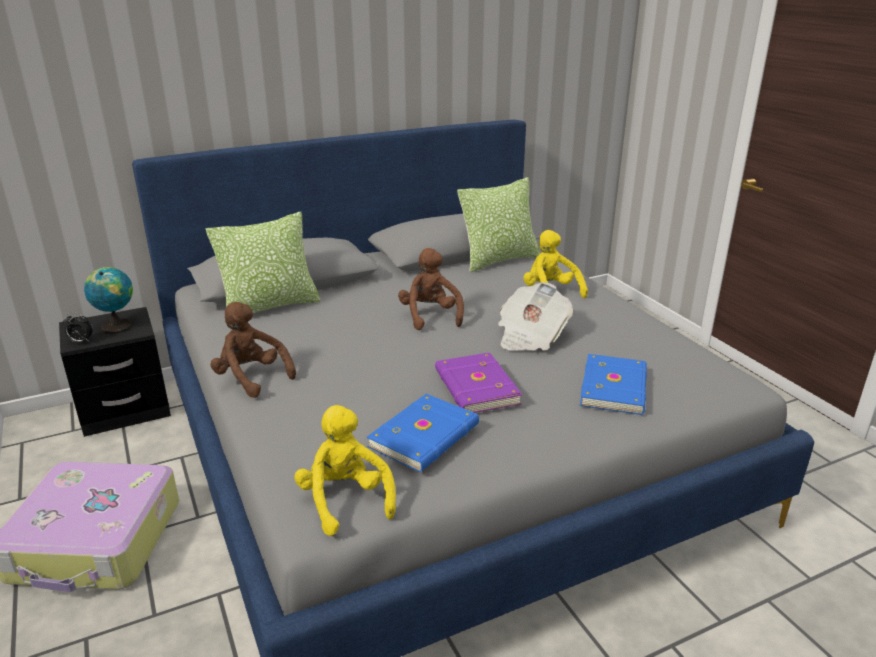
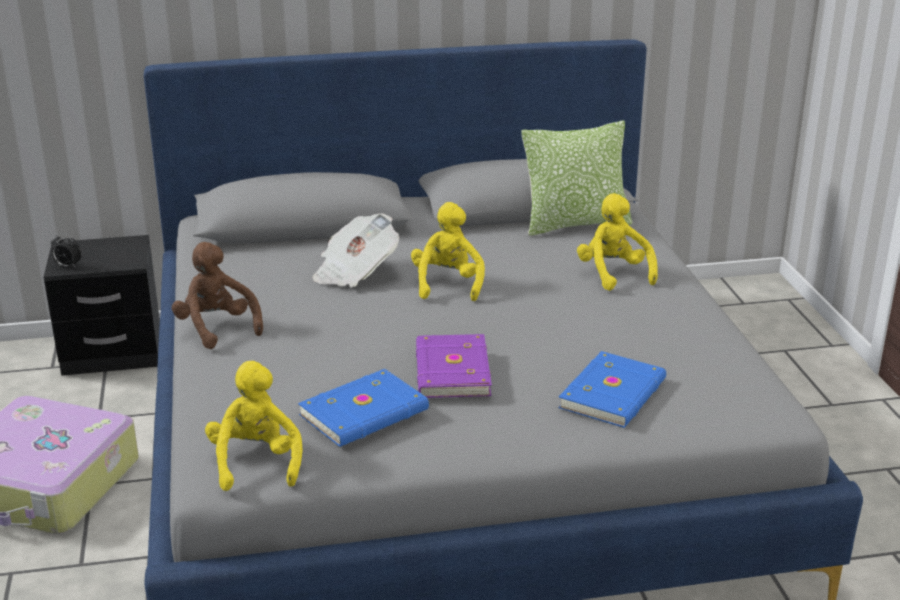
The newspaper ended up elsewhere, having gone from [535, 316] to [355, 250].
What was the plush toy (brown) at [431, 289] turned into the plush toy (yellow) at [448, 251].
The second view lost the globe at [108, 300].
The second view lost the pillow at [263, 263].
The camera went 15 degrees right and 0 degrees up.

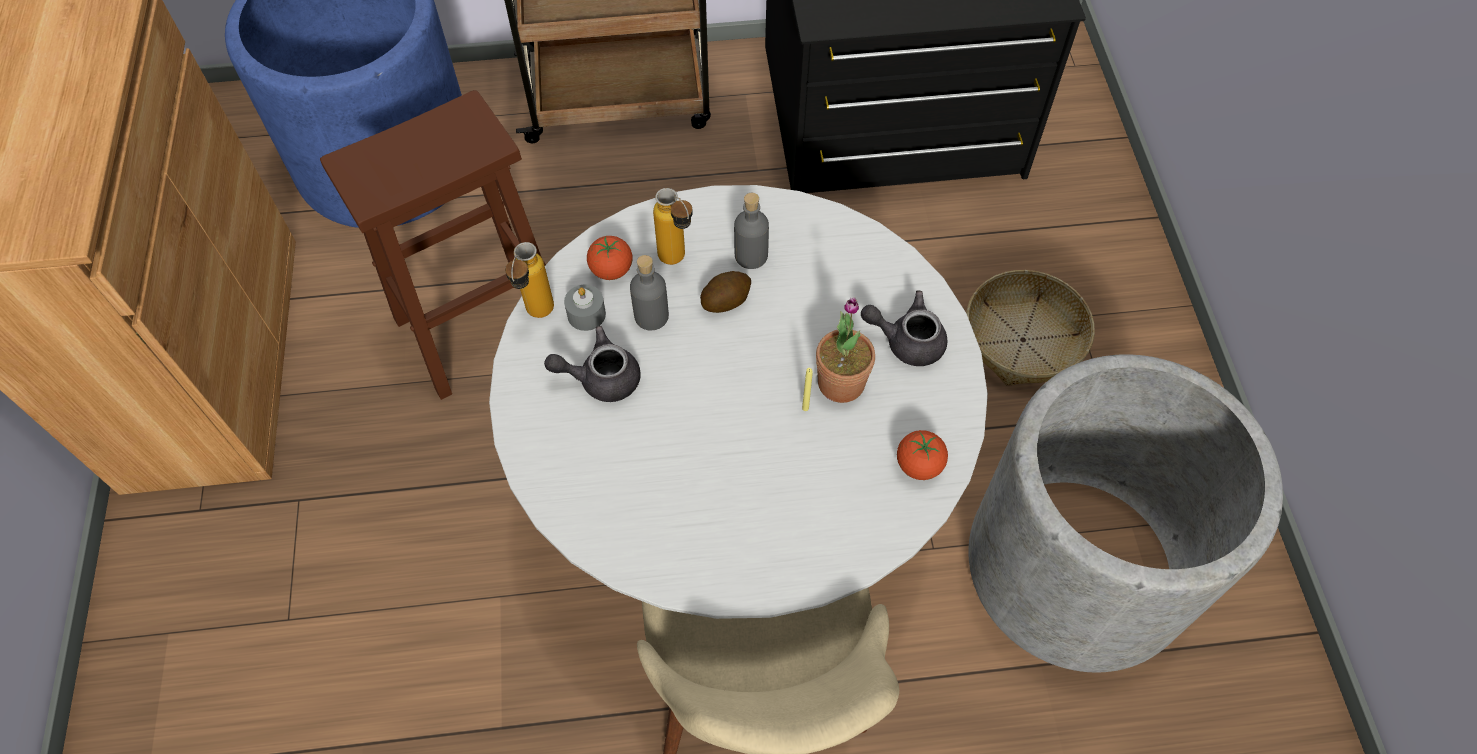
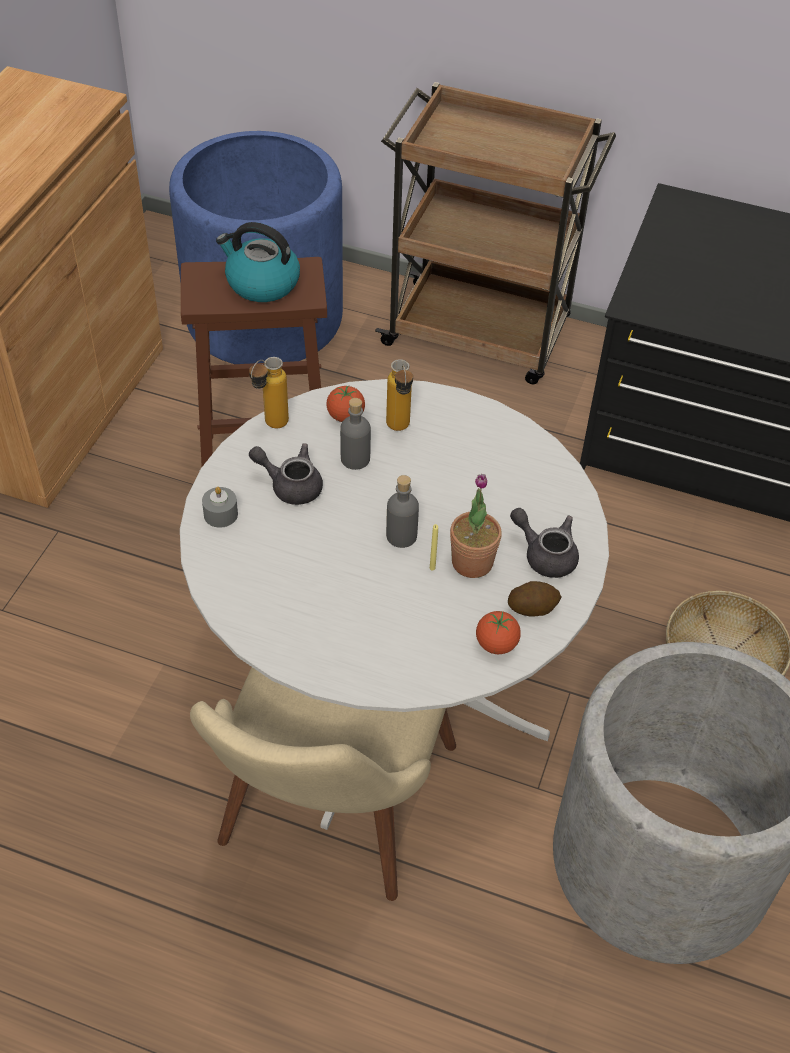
The candle (grey) ended up elsewhere, having gone from [585, 307] to [220, 507].
The second view gained the kettle at [258, 262].
The bottle (grey) ended up elsewhere, having gone from [751, 231] to [402, 511].
The potato ended up elsewhere, having gone from [725, 292] to [534, 598].
The camera went 25 degrees right and 10 degrees down.

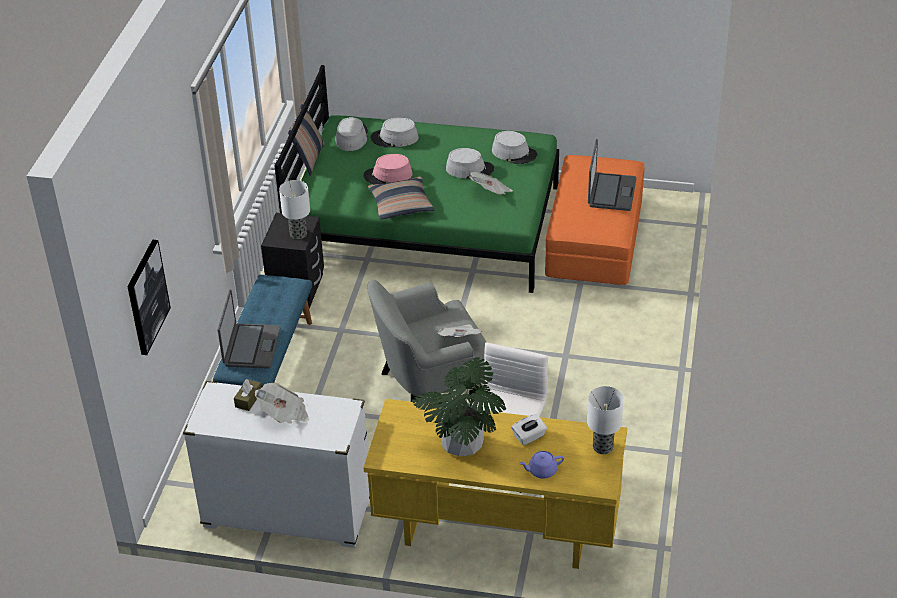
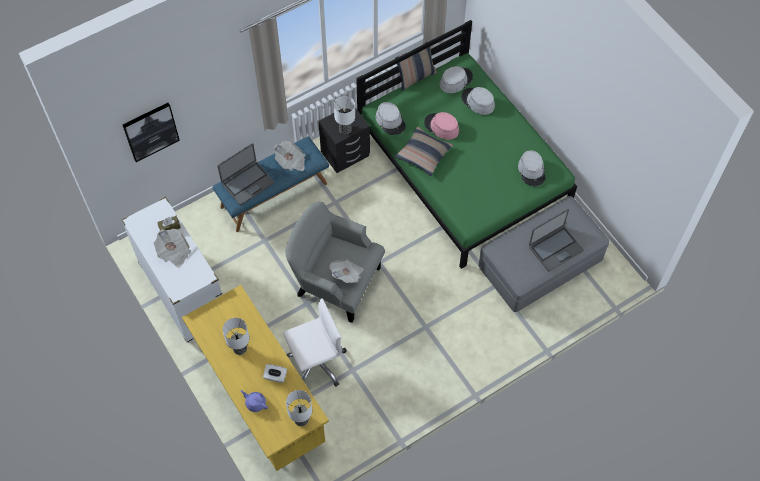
Where the potted plant stood at [459, 406], the table lamp came to stand at [236, 336].
The newspaper ended up elsewhere, having gone from [491, 183] to [289, 156].
The hat (grey) ended up elsewhere, having gone from [470, 163] to [391, 118].
What was the ottoman (orange) at [595, 220] turned into the ottoman (grey) at [544, 254].
The camera went 45 degrees right and 20 degrees up.

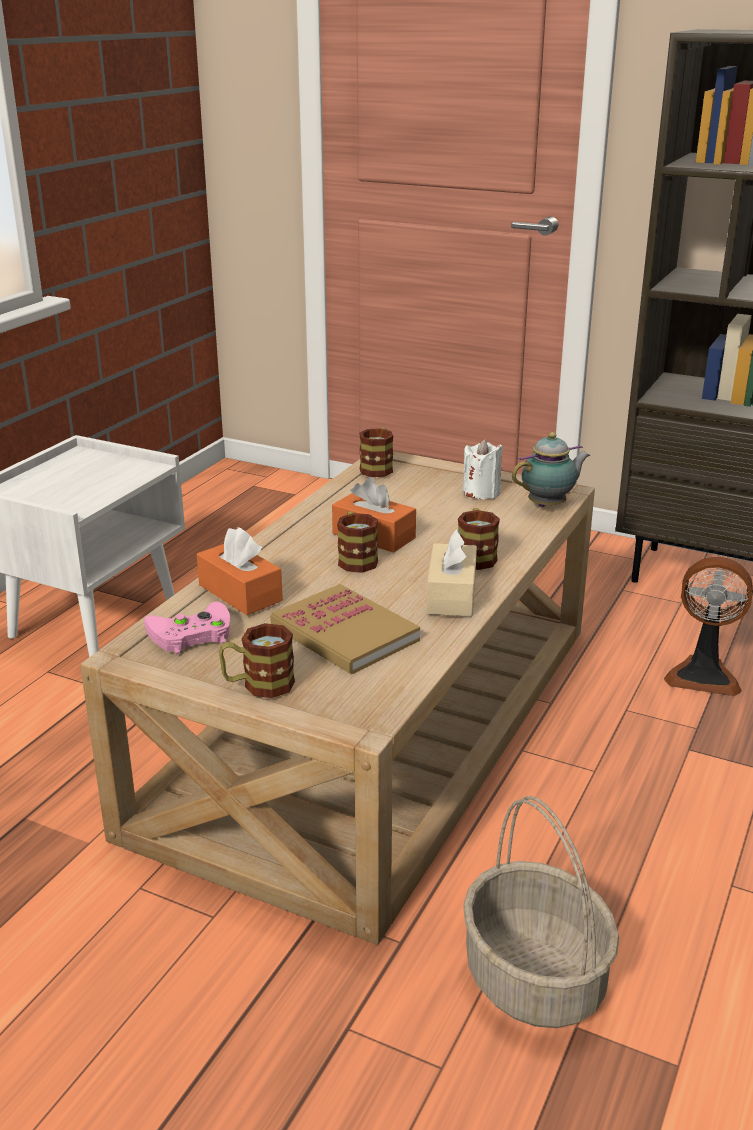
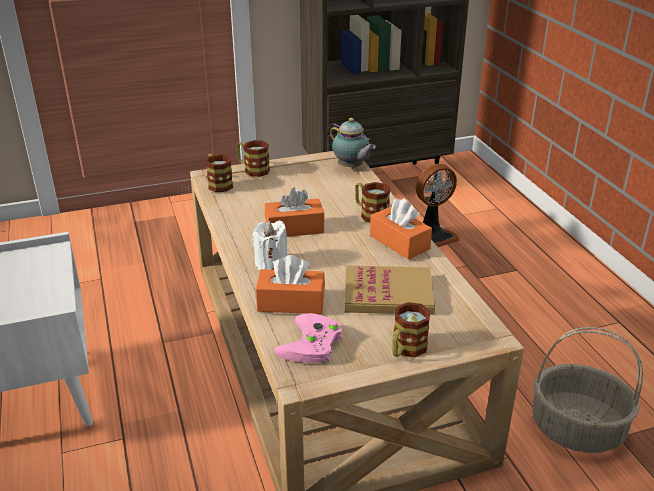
The mug ended up elsewhere, having gone from [357, 542] to [253, 158].
The candle (white) ended up elsewhere, having gone from [483, 469] to [270, 245].
The teapot at [551, 469] ended up facing another way, 120 degrees clockwise from before.
What was the tissue box (beige) at [452, 573] turned into the tissue box (orange) at [401, 229].
The camera went 45 degrees left and 5 degrees up.

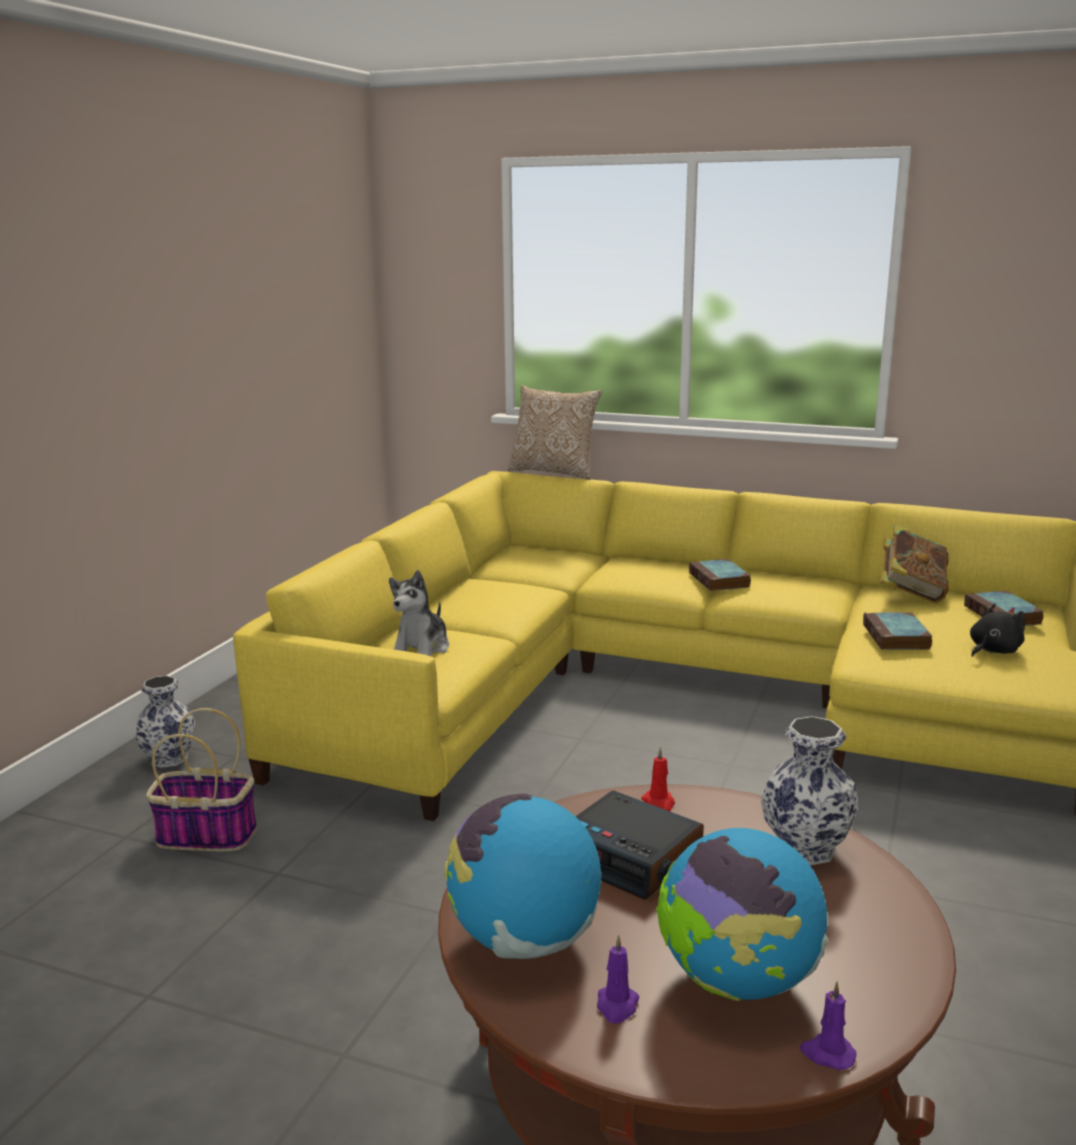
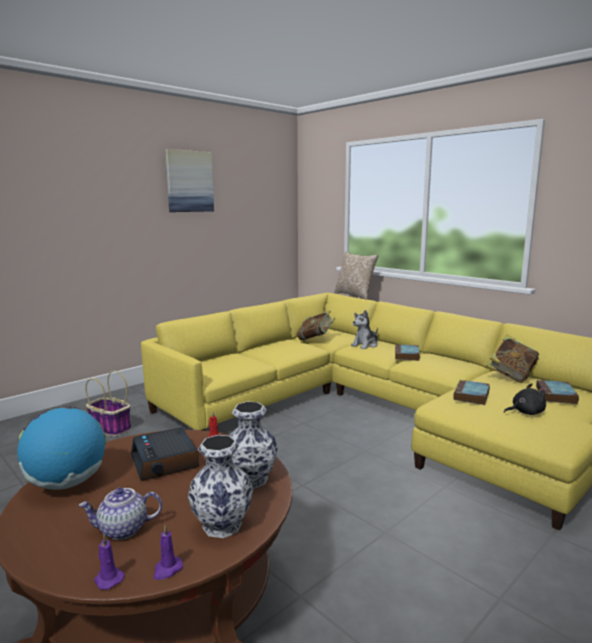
Where the globe stood at [742, 914], the teapot came to stand at [120, 513].
The candle (purple) ended up elsewhere, having gone from [618, 979] to [168, 552].
The second view gained the picture at [189, 180].
The vase ended up elsewhere, having gone from [165, 722] to [220, 486].
The second view gained the book at [316, 325].
The plush toy ended up elsewhere, having gone from [419, 613] to [364, 329].
The camera went 25 degrees right and 5 degrees down.

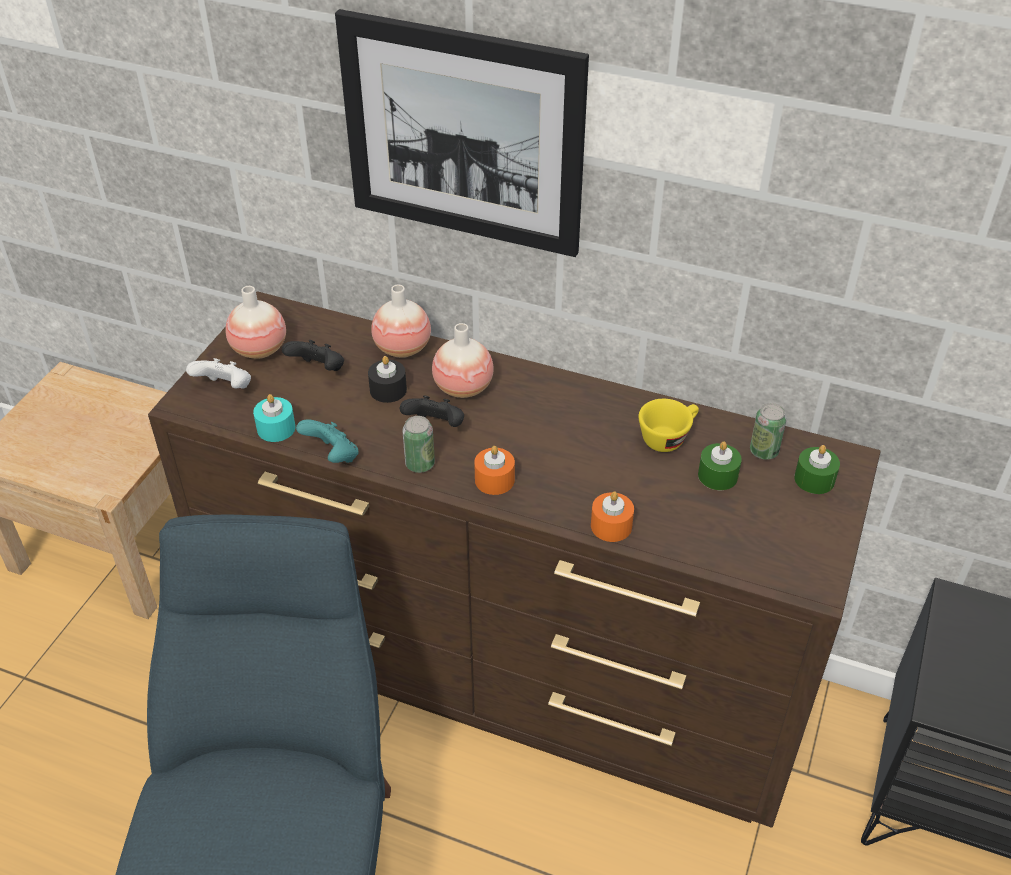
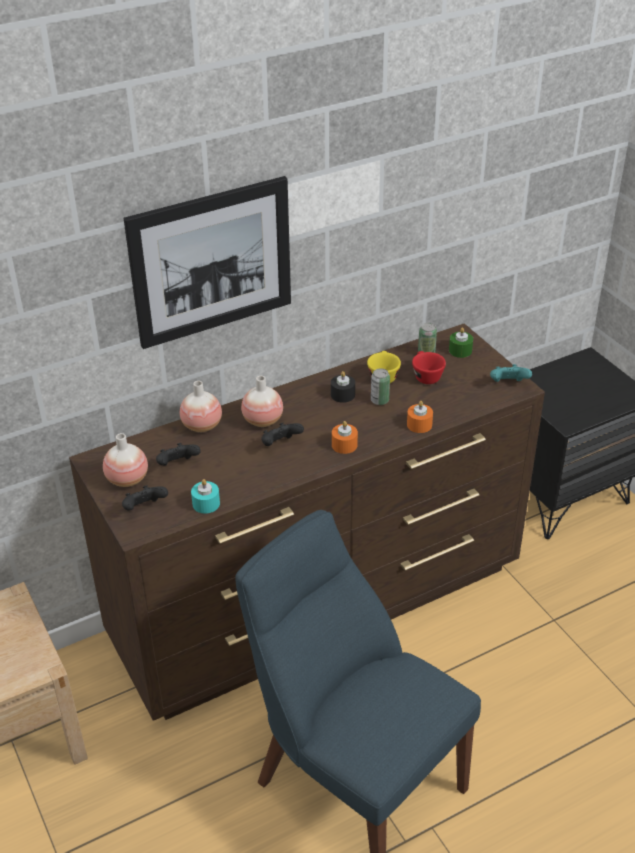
What was the game controller (white) at [218, 373] turned into the game controller (black) at [145, 498].
The candle (black) ended up elsewhere, having gone from [387, 379] to [343, 387].
The can ended up elsewhere, having gone from [418, 444] to [380, 386].
Where the candle (green) stood at [720, 465], the cup (red) came to stand at [429, 367].
The game controller (turquoise) ended up elsewhere, having gone from [327, 441] to [511, 373].
The camera went 50 degrees left and 5 degrees down.

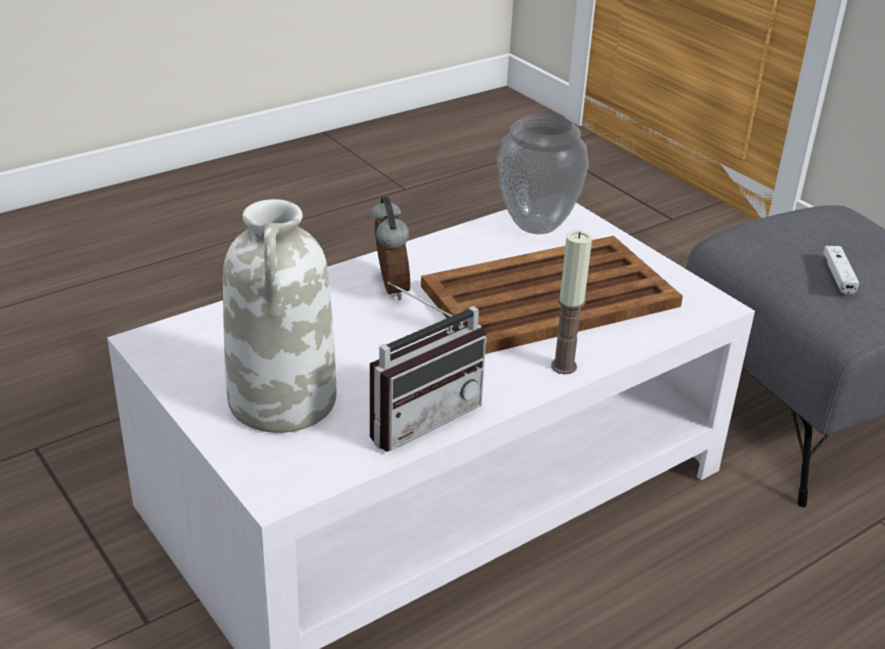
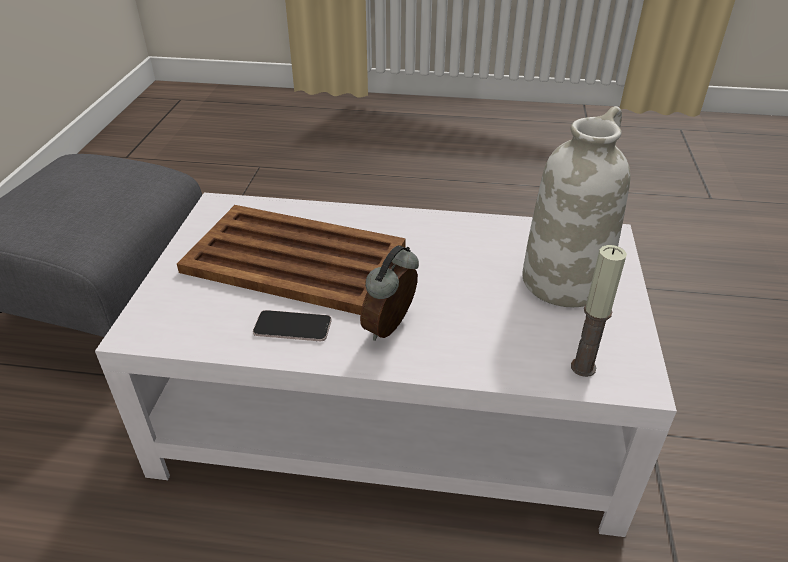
The second view gained the phone at [292, 325].
The candle ended up elsewhere, having gone from [571, 302] to [599, 311].
The second view lost the radio at [428, 367].
The second view lost the vase at [543, 173].
The second view lost the game controller (white) at [841, 270].
The camera went 135 degrees left and 5 degrees up.

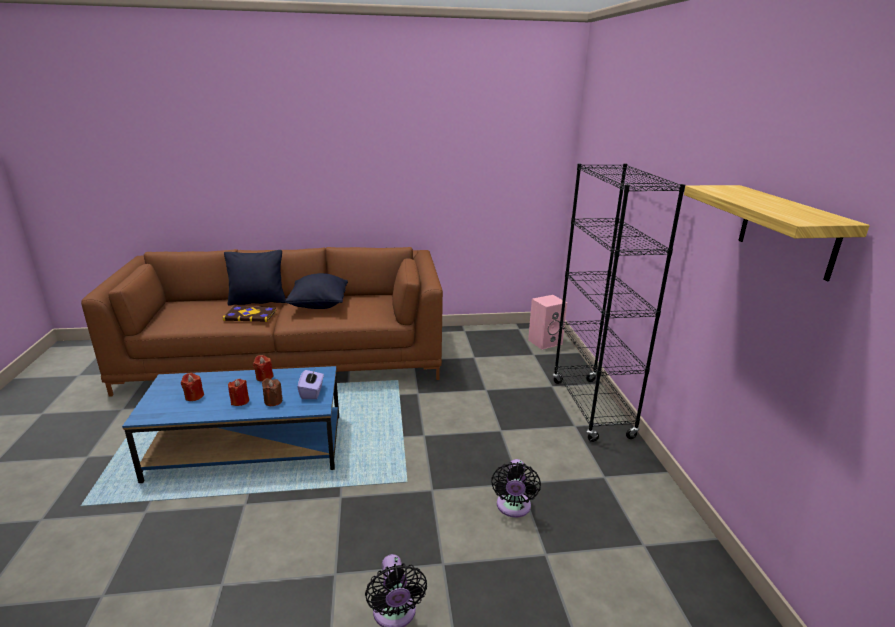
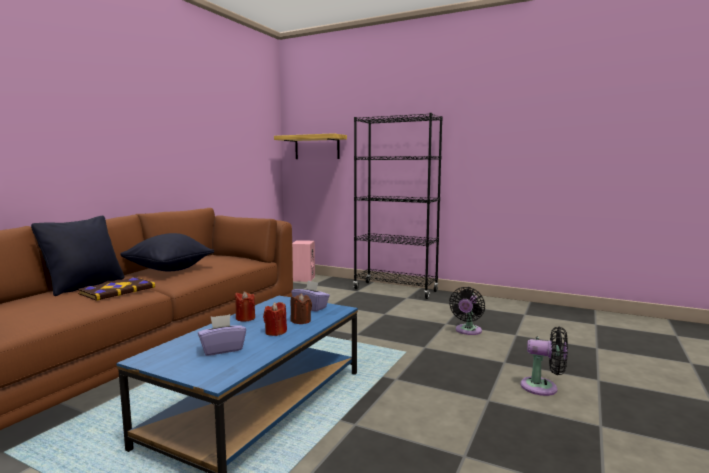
Where the candle (red) stood at [192, 387], the tissue box (purple) came to stand at [222, 335].
The shelf ended up elsewhere, having gone from [777, 233] to [310, 146].
The fan (black) at [516, 488] ended up facing another way, 75 degrees clockwise from before.
The camera went 55 degrees left and 15 degrees down.

